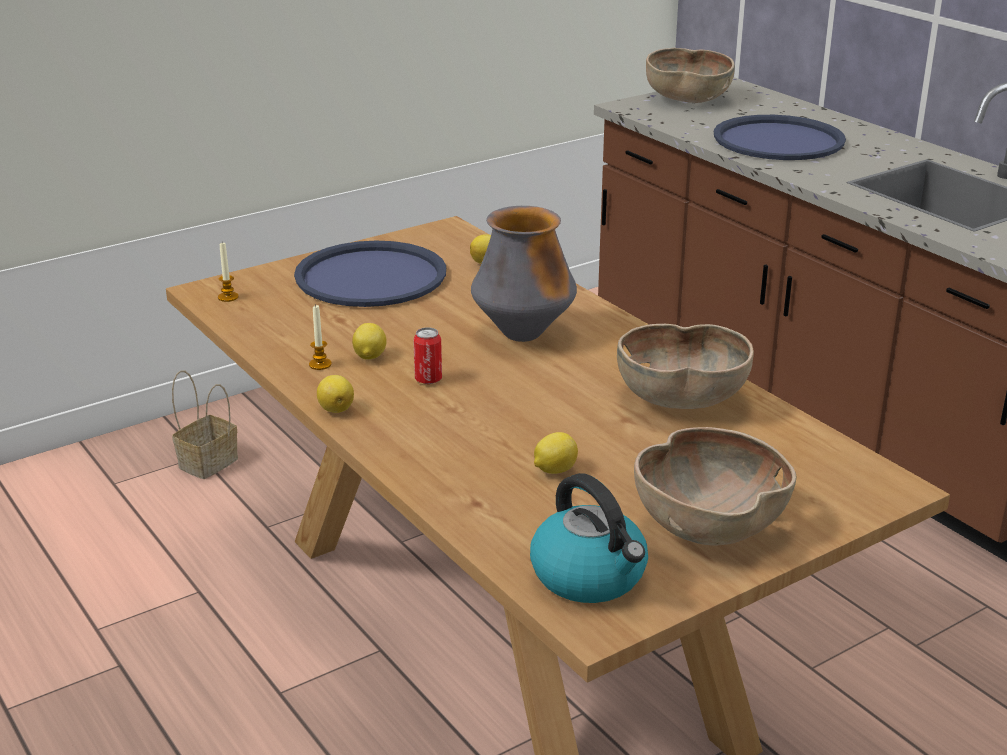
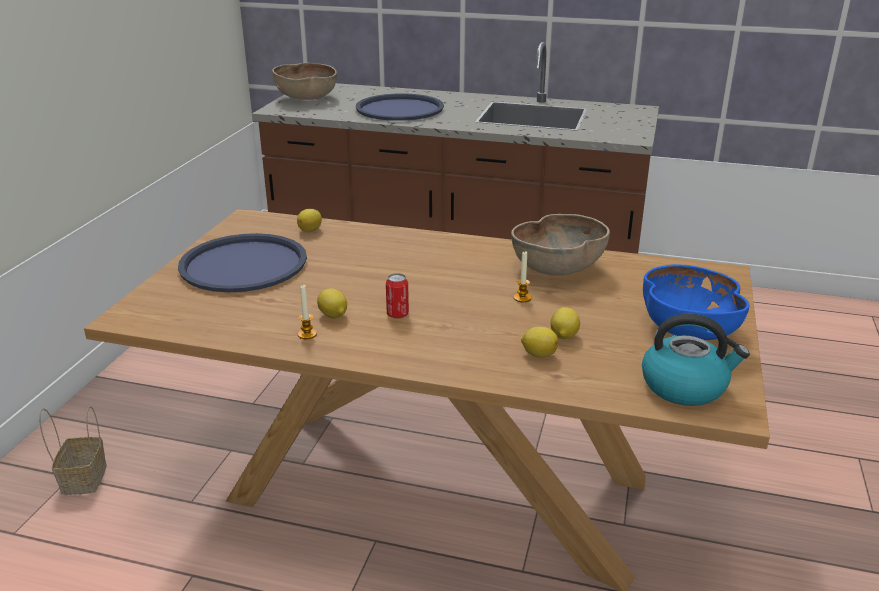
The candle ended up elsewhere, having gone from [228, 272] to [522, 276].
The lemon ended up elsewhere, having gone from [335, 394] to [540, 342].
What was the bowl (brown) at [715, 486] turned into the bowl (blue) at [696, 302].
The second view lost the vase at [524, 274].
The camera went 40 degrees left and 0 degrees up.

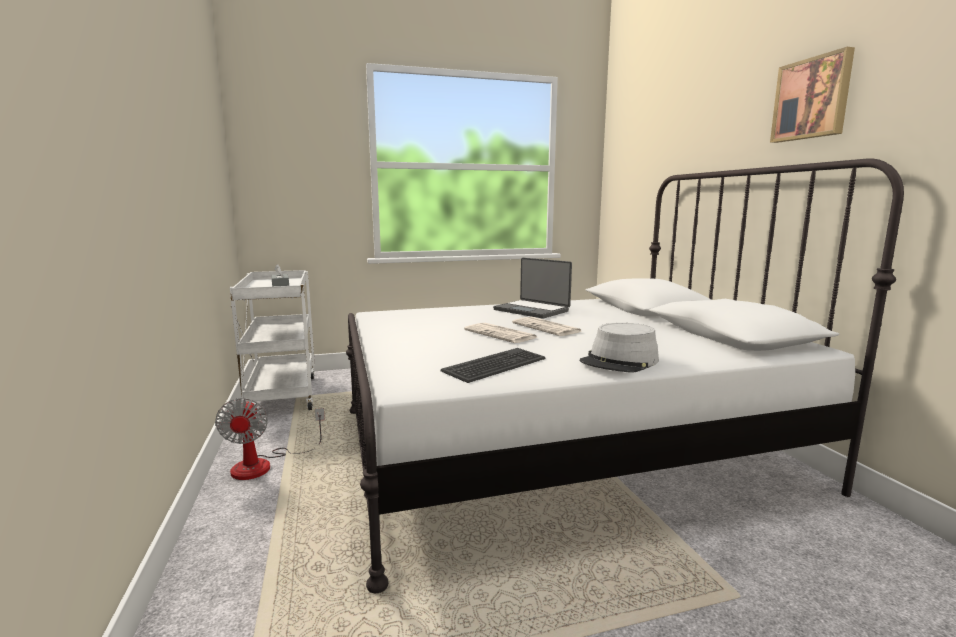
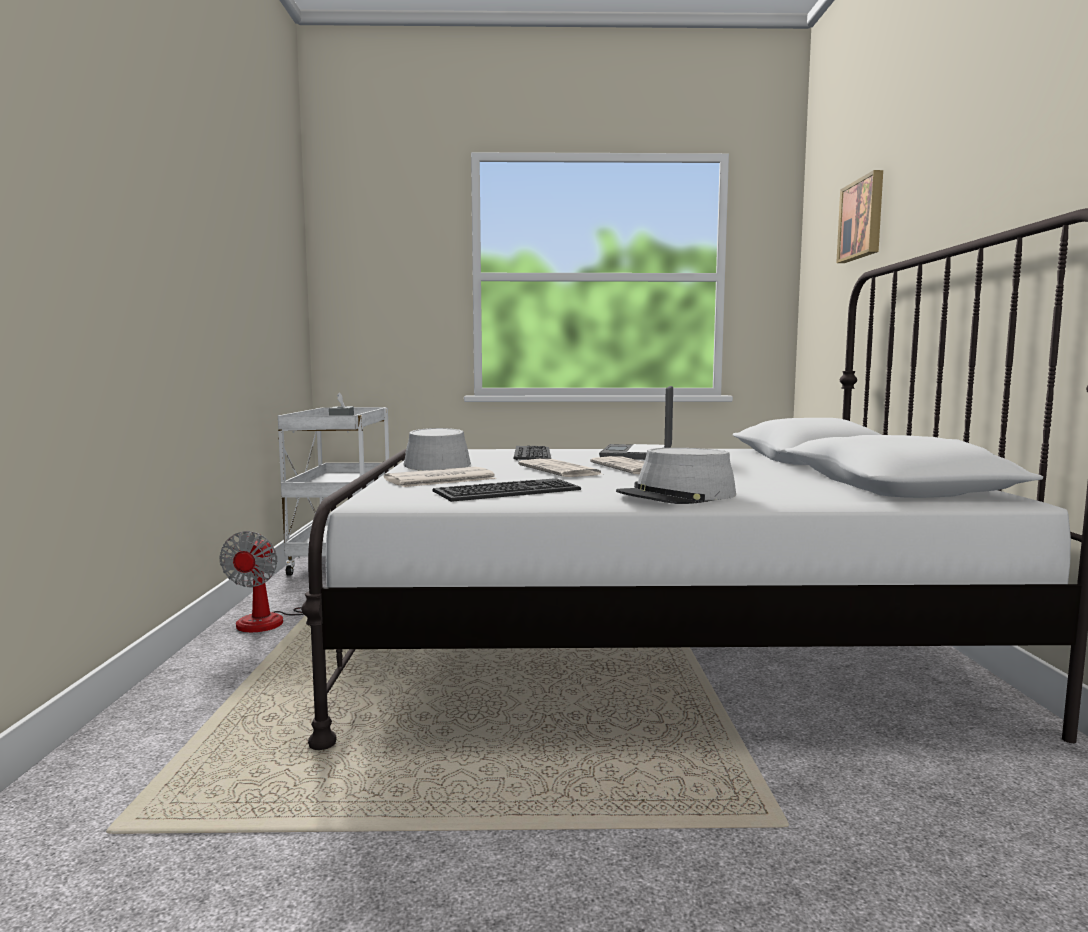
The second view gained the newspaper at [440, 477].
The second view gained the hat (grey) at [437, 449].
The second view gained the keyboard at [532, 452].
The laptop at [532, 288] ended up facing another way, 45 degrees clockwise from before.
The picture ended up elsewhere, having gone from [812, 95] to [859, 216].
The camera went 15 degrees right and 5 degrees down.

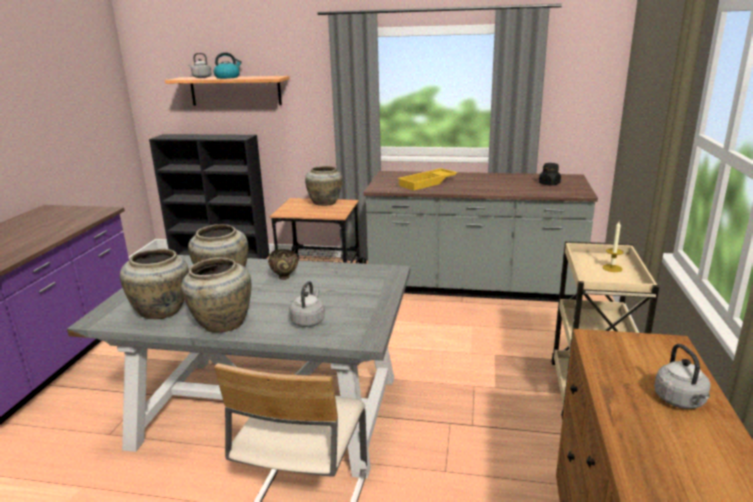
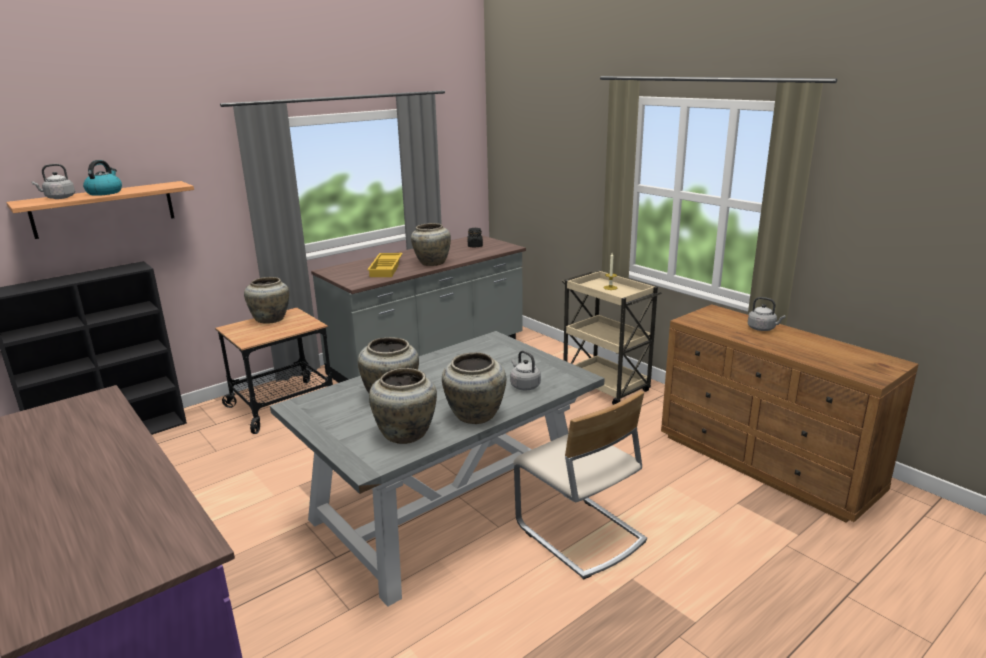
The second view gained the vase (beige) at [431, 244].
The second view lost the bowl (brown) at [283, 264].
The camera went 50 degrees left and 0 degrees up.

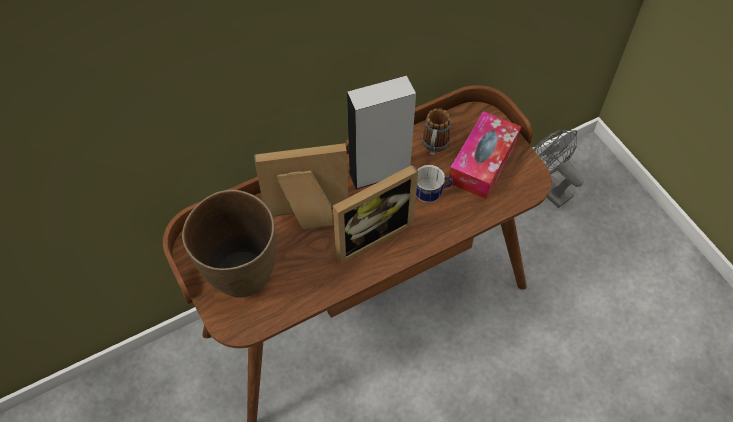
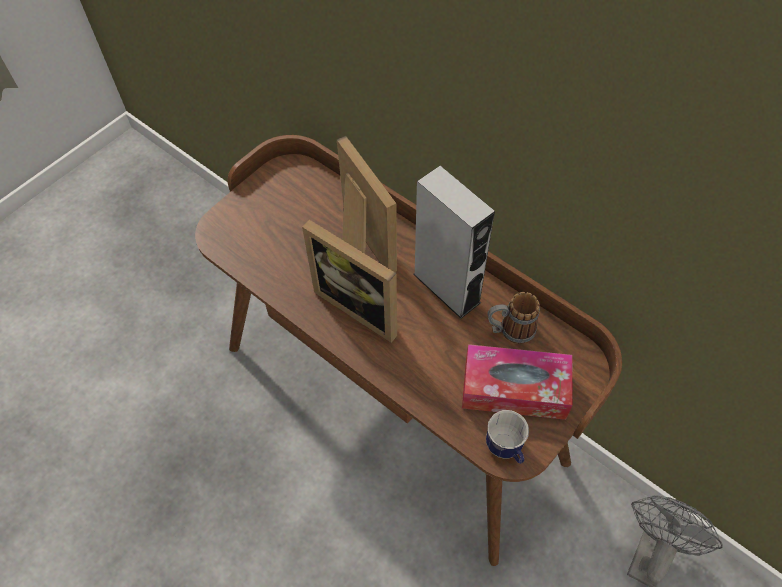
The mug ended up elsewhere, having gone from [434, 184] to [507, 437].
The second view lost the vase (brown) at [229, 243].
The camera went 70 degrees right and 0 degrees up.

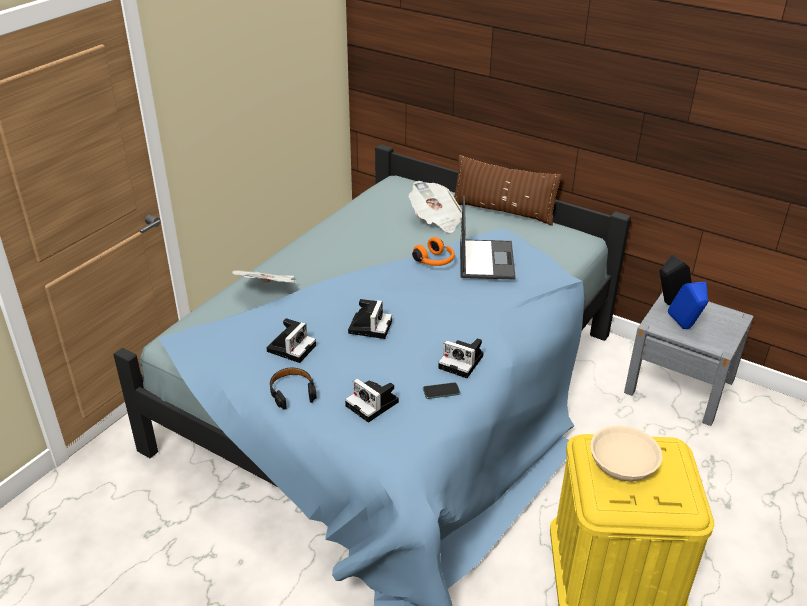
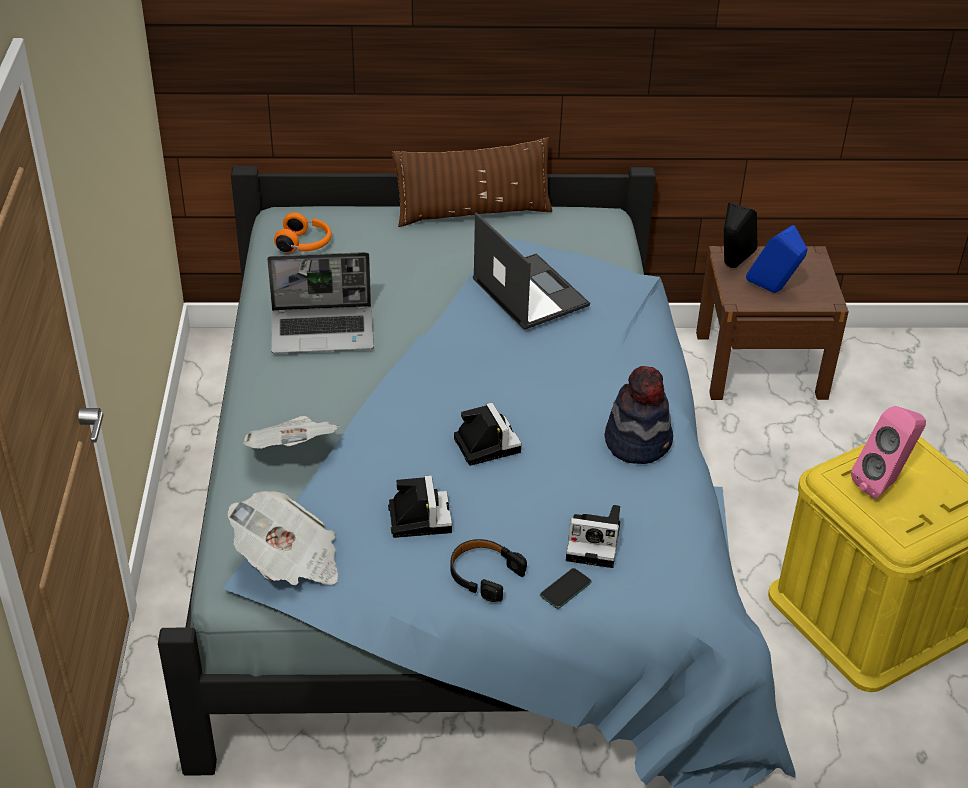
The newspaper ended up elsewhere, having gone from [435, 207] to [283, 538].
The second view gained the laptop at [320, 303].
The headphones (orange) ended up elsewhere, having gone from [433, 251] to [303, 232].
The phone ended up elsewhere, having gone from [441, 390] to [566, 588].
Where the photo camera stood at [461, 358], the hat came to stand at [638, 415].
What was the nightstand (grey) at [689, 359] turned into the nightstand (brown) at [772, 323].
Where the bowl (beige) stood at [626, 453], the speaker (pink) came to stand at [888, 452].
The camera went 35 degrees left and 5 degrees up.

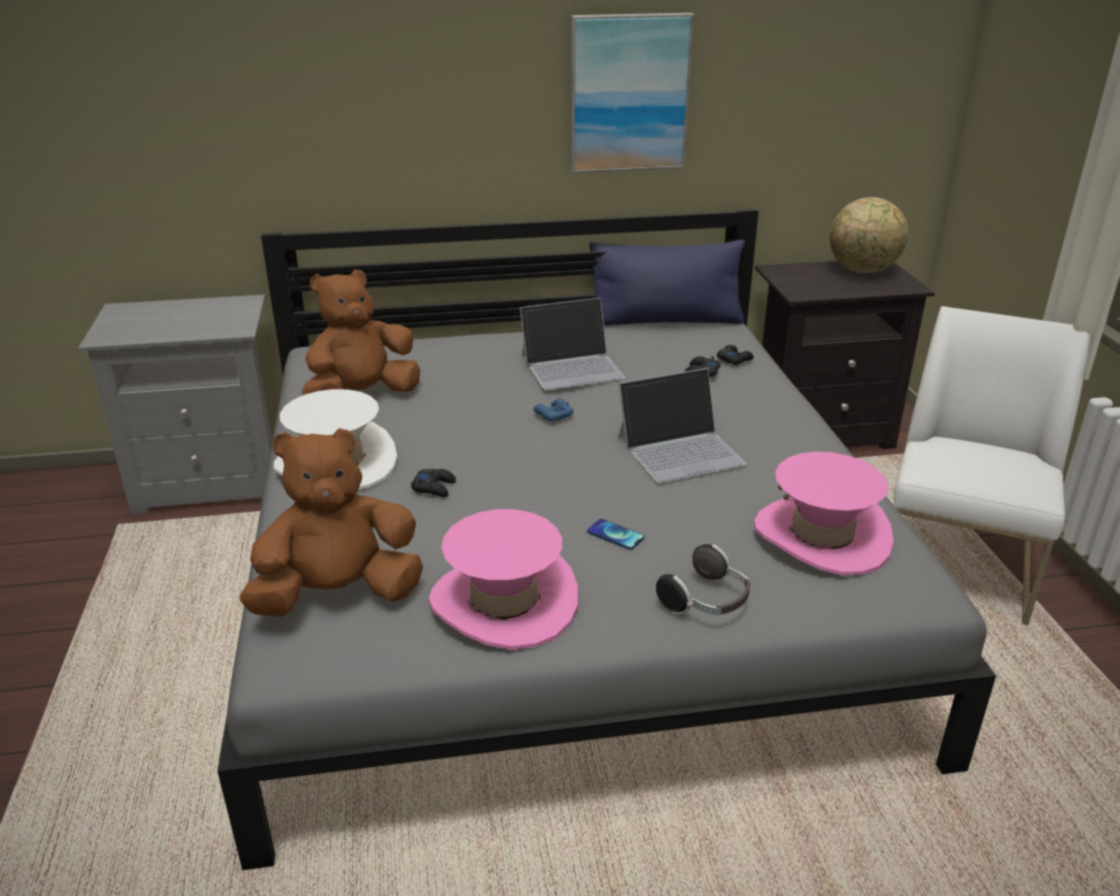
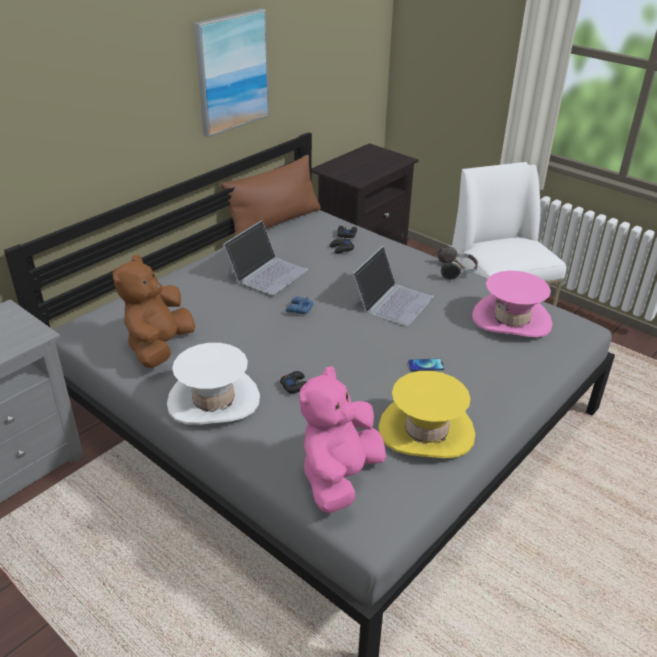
What was the pillow (blue) at [667, 282] turned into the pillow (brown) at [271, 195].
What was the plush toy (brown) at [331, 522] turned into the plush toy (pink) at [342, 439].
What was the hat (pink) at [503, 579] turned into the hat (yellow) at [426, 414].
The headphones ended up elsewhere, having gone from [703, 579] to [458, 263].
The second view lost the globe at [869, 235].
The camera went 40 degrees left and 5 degrees up.

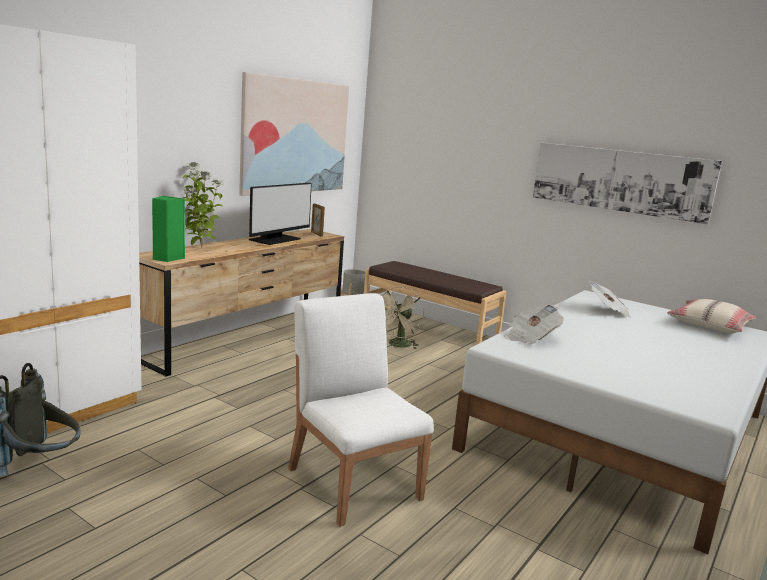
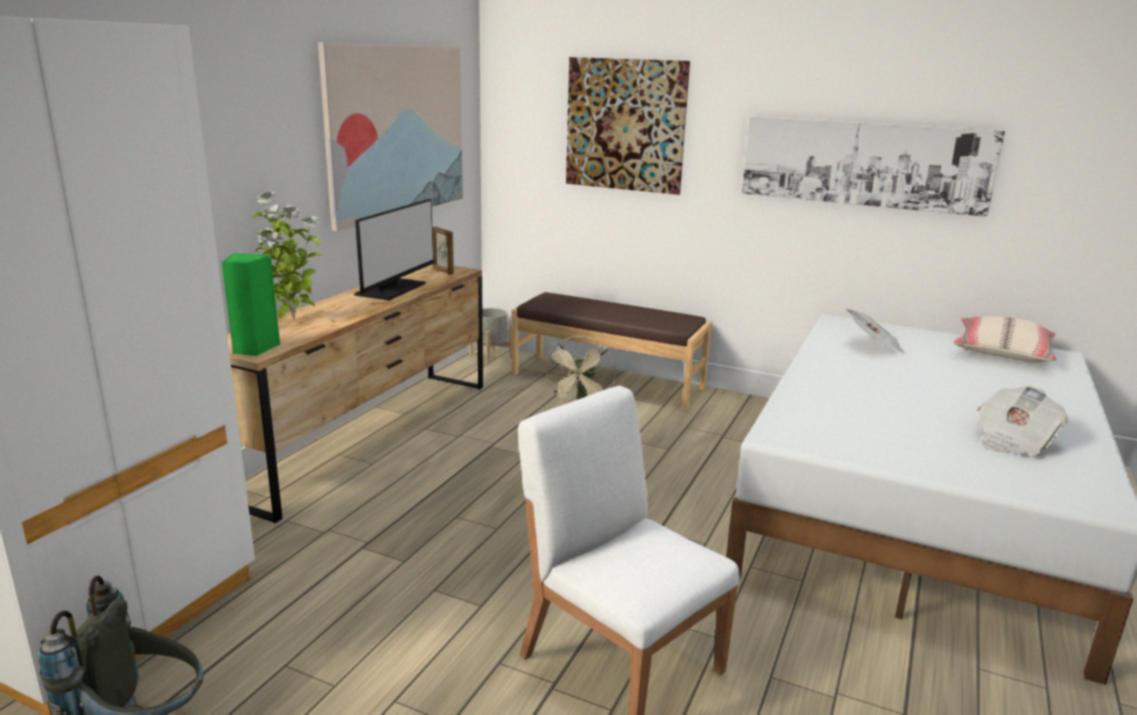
The second view gained the picture at [628, 126].
The newspaper ended up elsewhere, having gone from [534, 324] to [1022, 420].
The camera went 10 degrees left and 5 degrees up.

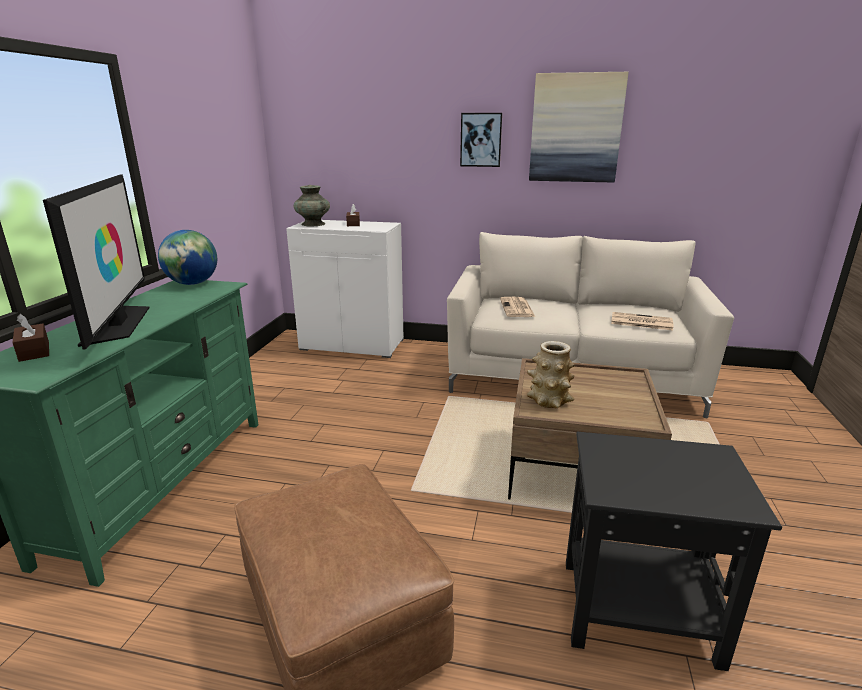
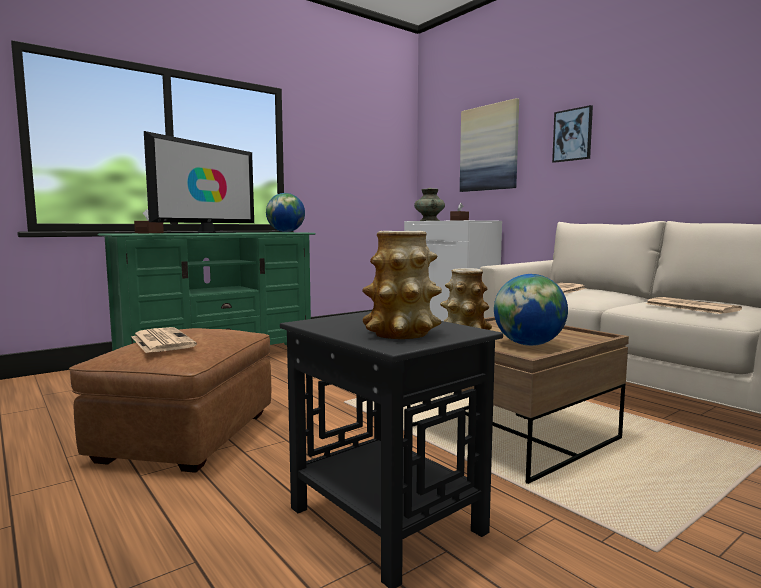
The second view gained the newspaper at [164, 340].
The second view gained the vase at [402, 285].
The picture ended up elsewhere, having gone from [579, 127] to [489, 145].
The second view gained the globe at [531, 310].
The camera went 40 degrees right and 15 degrees down.

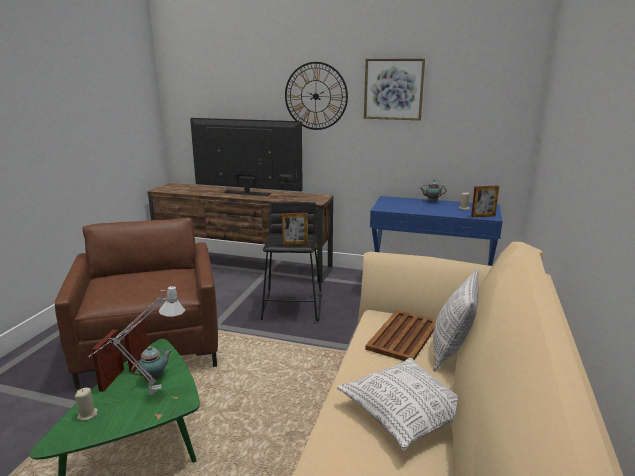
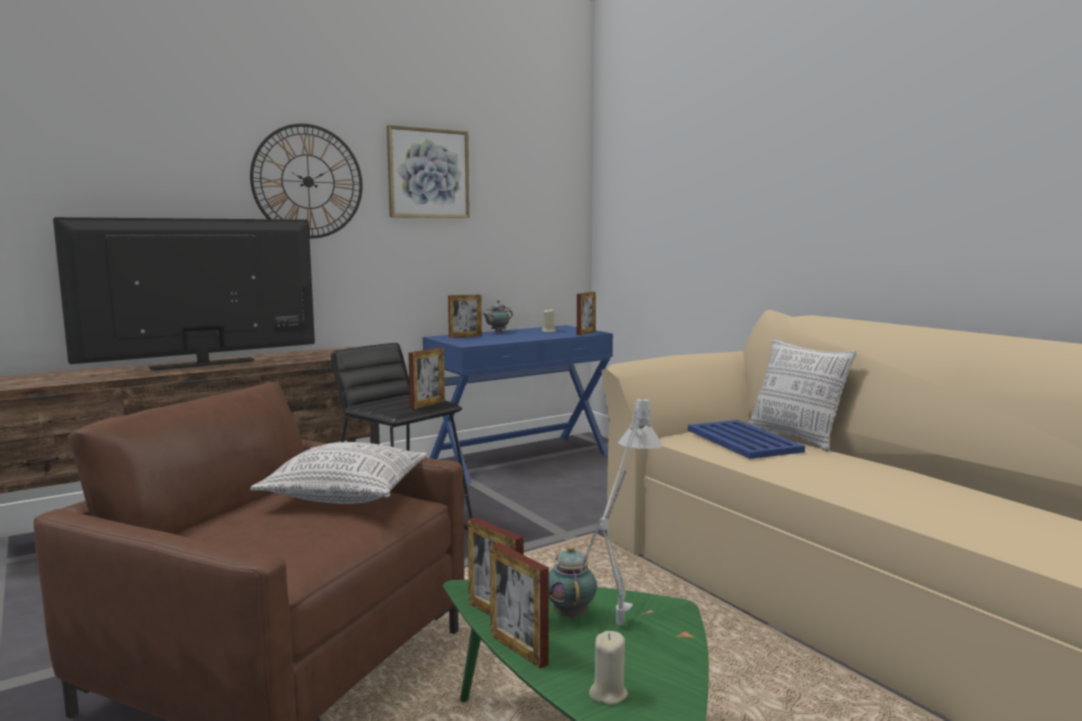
The pillow ended up elsewhere, having gone from [397, 404] to [338, 473].
The second view gained the picture frame at [465, 316].
What was the tray (brown) at [400, 335] turned into the tray (blue) at [746, 439].
The camera went 50 degrees left and 10 degrees down.

